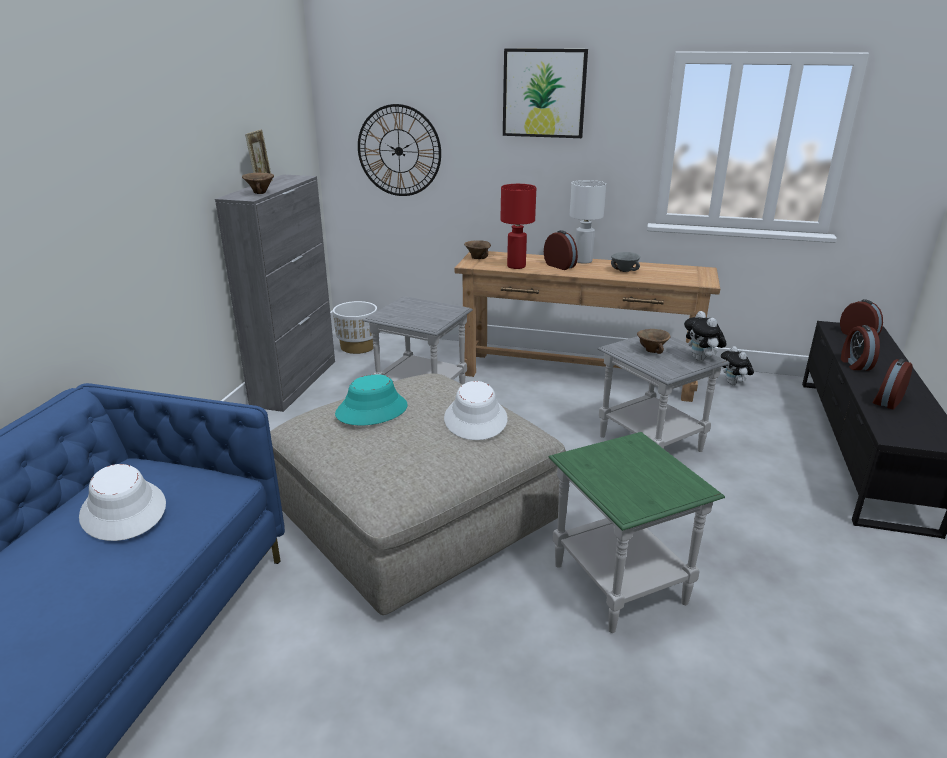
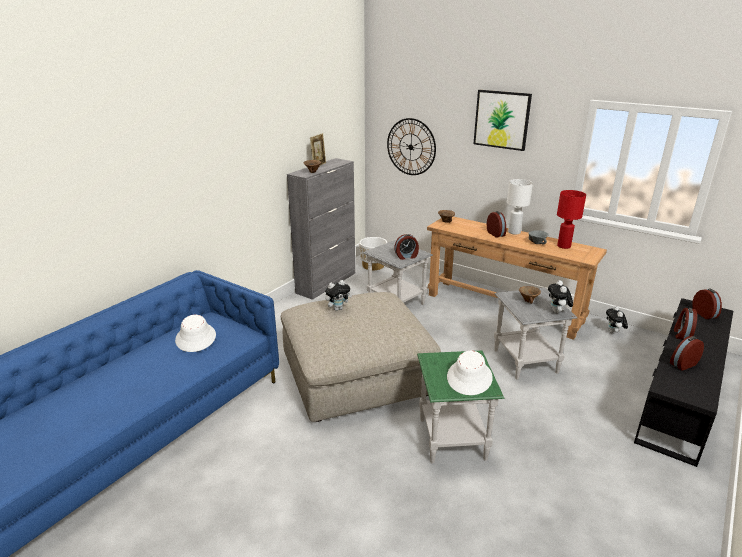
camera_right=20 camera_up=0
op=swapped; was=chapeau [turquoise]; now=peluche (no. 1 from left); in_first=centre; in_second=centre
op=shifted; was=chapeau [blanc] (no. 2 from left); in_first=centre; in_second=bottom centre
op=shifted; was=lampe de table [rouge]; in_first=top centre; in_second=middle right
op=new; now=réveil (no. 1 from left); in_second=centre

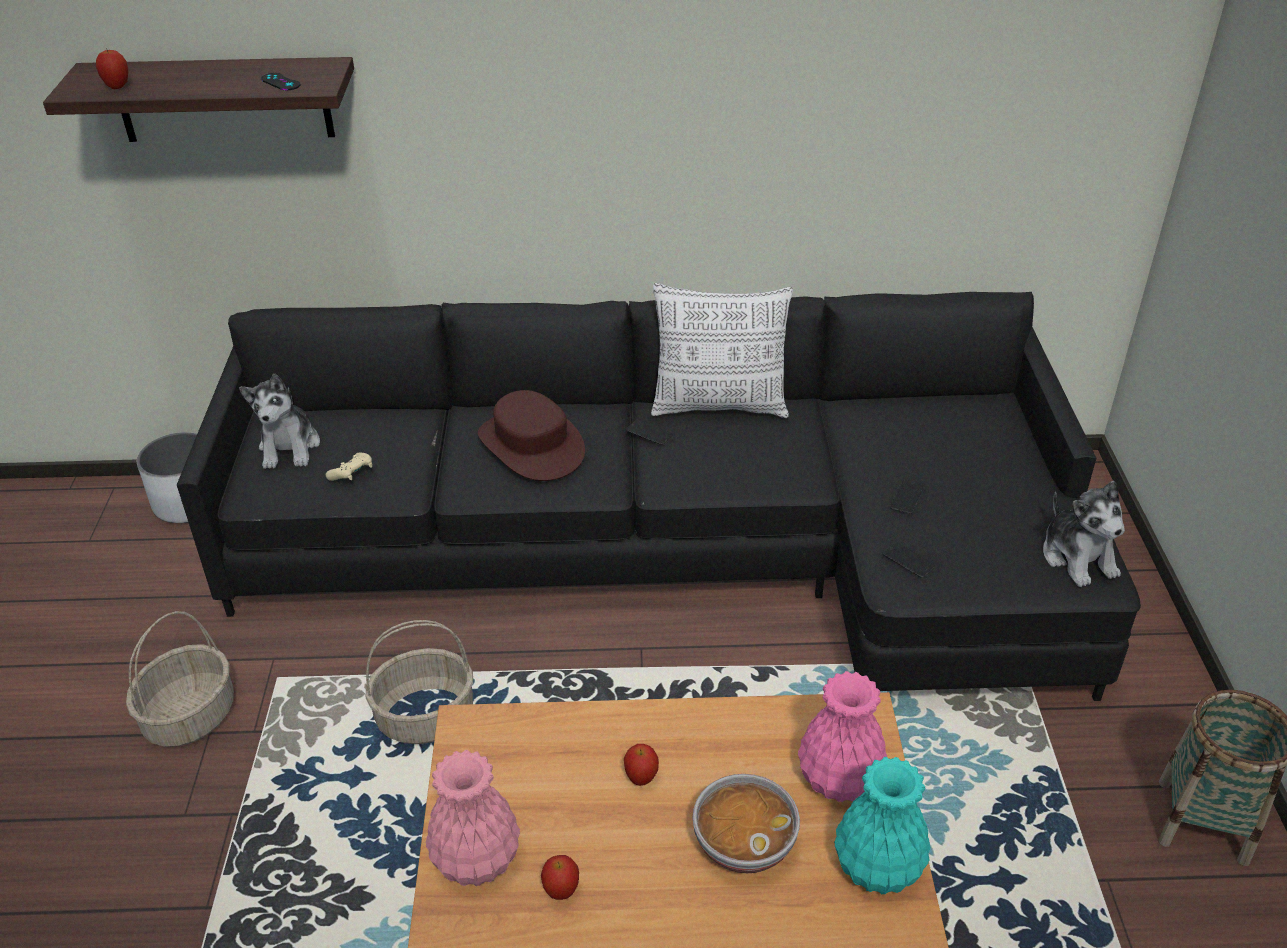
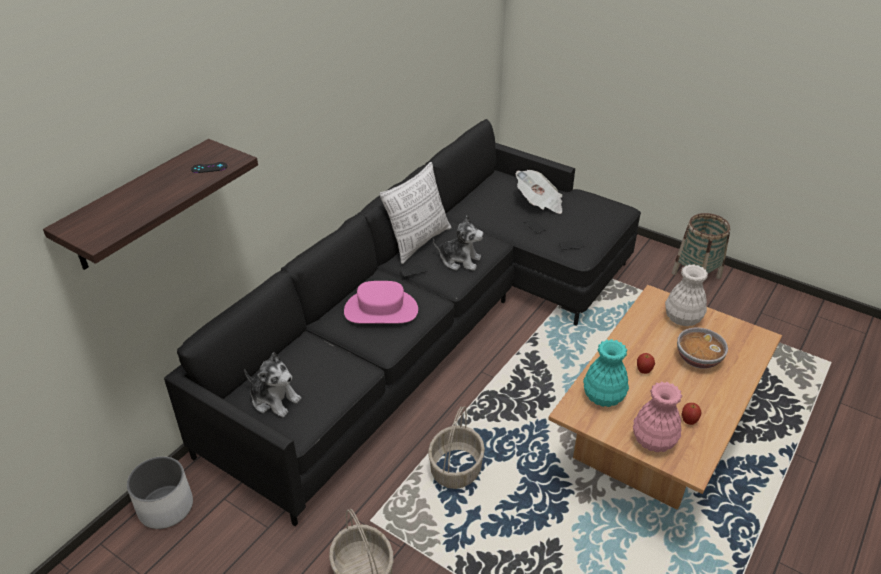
camera_right=-55 camera_up=0
op=gone; was=pomme (no. 1 from left); in_first=top left
op=gone; was=manette [beige]; in_first=middle left
op=repainted; was=chapeau [marron]; now=chapeau [rose]; in_first=centre; in_second=centre
op=repainted; was=vase [rose] (no. 2 from left); now=vase [blanc]; in_first=bottom centre; in_second=middle right
op=shifted; was=vase [turquoise]; in_first=bottom right; in_second=middle right
op=shifted; was=peluche (no. 2 from left); in_first=middle right; in_second=centre
op=new; now=journal; in_second=centre

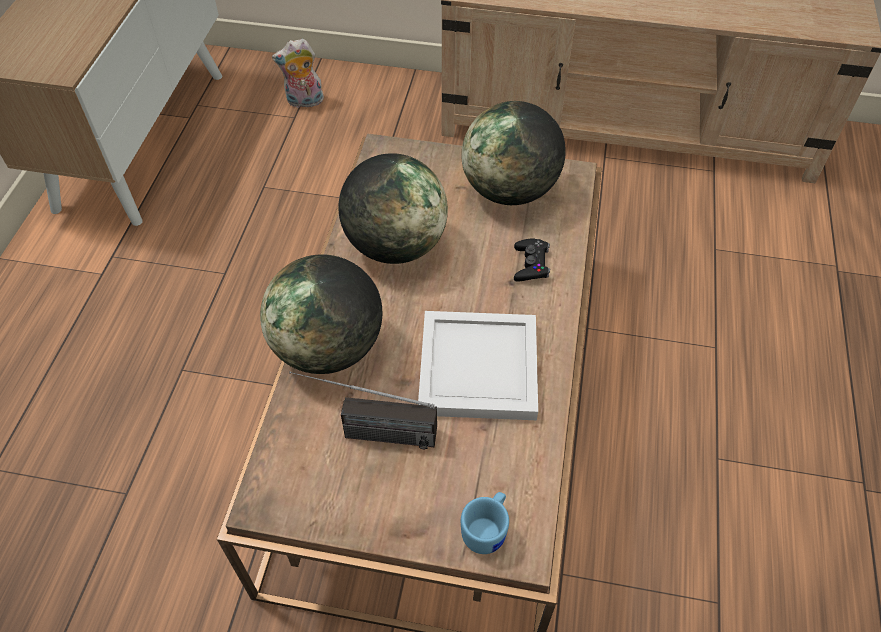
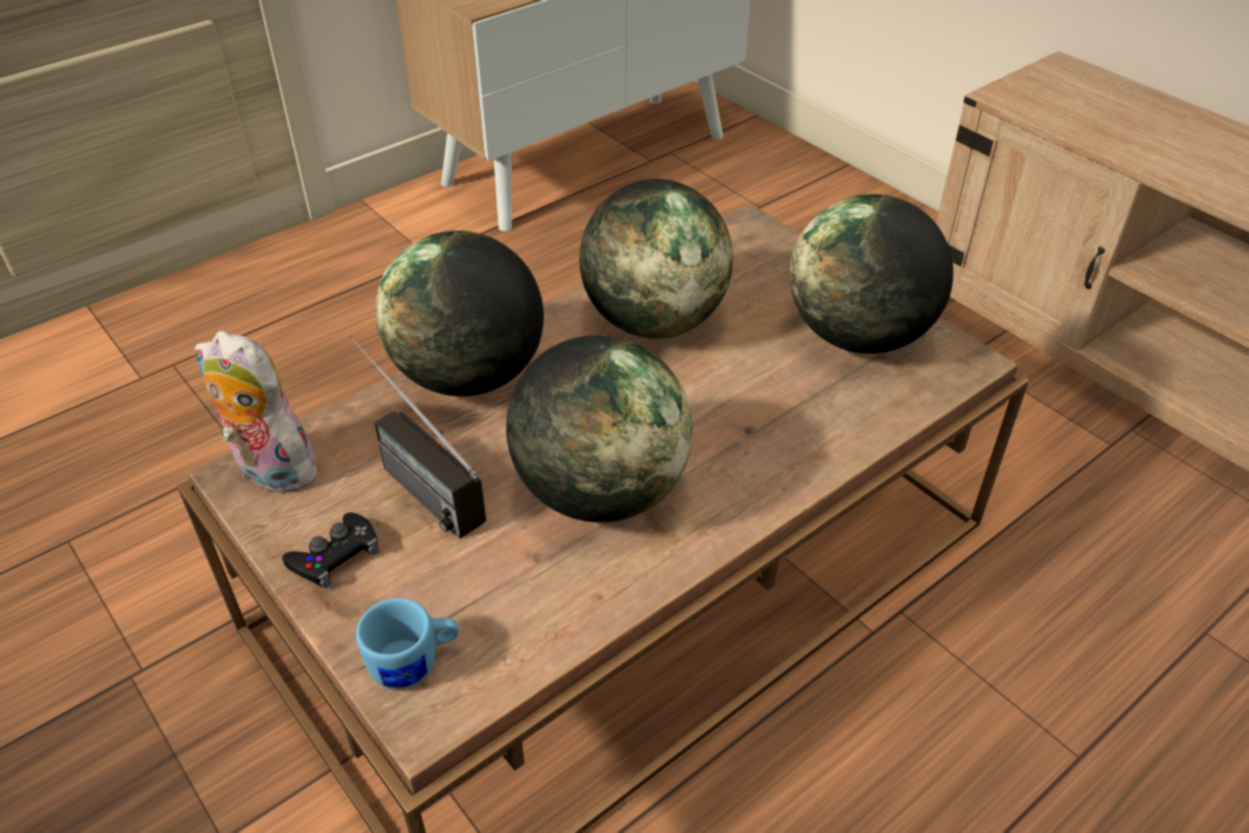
camera_right=40 camera_up=-10
op=shifted; was=peluche; in_first=top centre; in_second=middle left
op=swapped; was=plateau [blanc]; now=globe (no. 2 from left); in_first=centre; in_second=centre
op=shifted; was=manette [noir]; in_first=centre; in_second=middle left

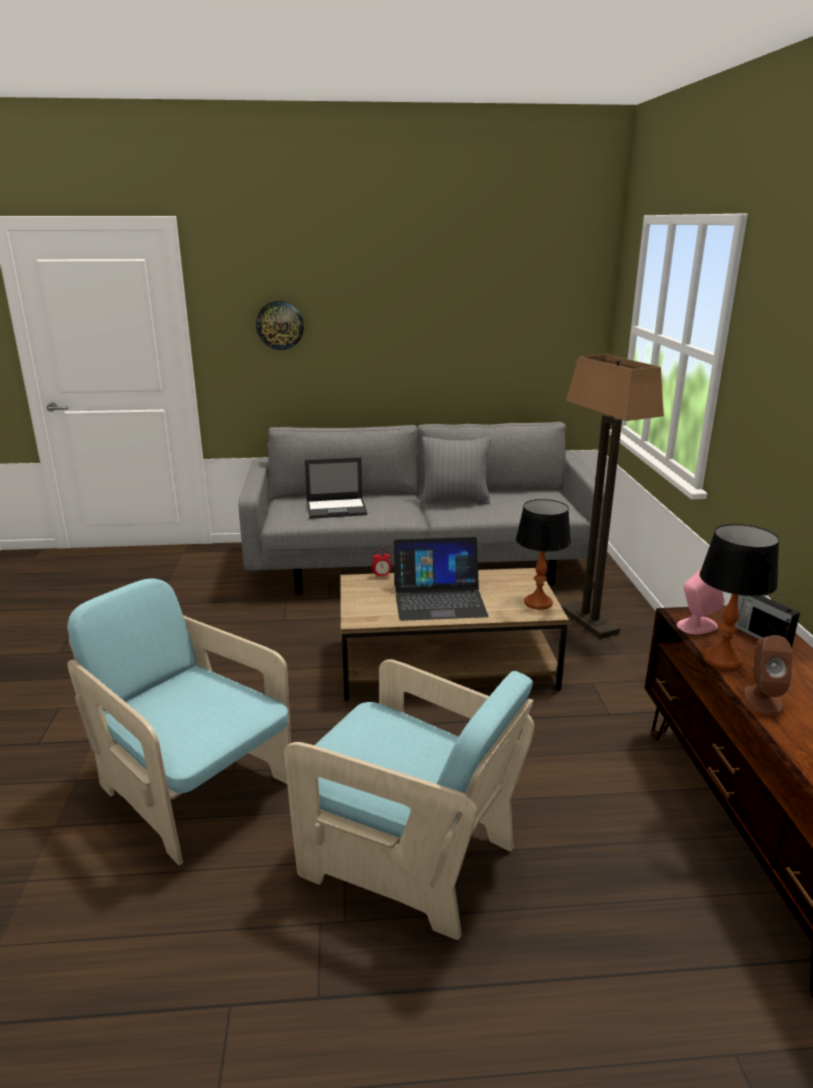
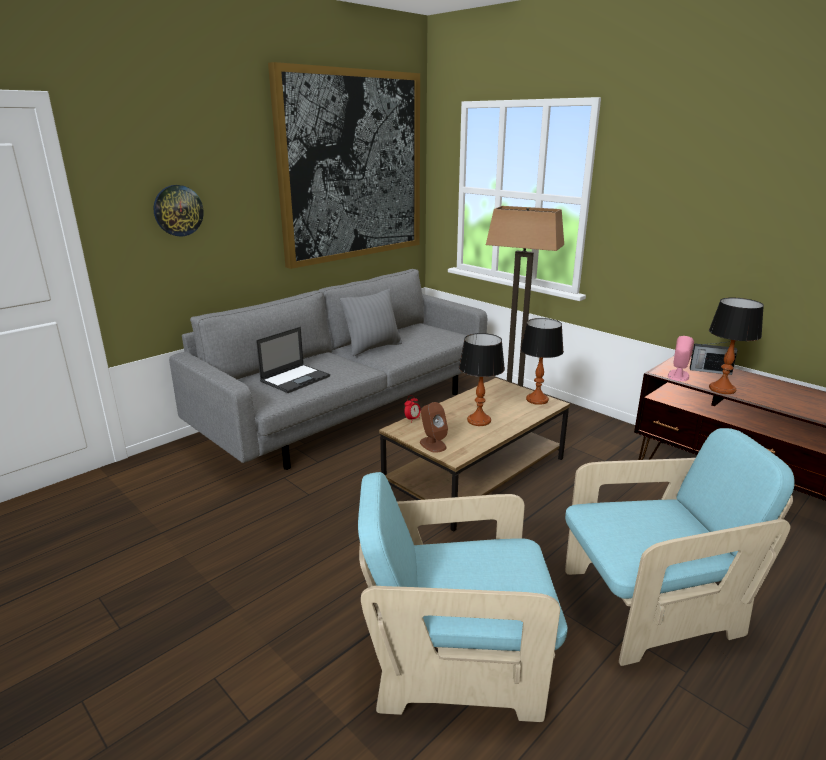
camera_right=-40 camera_up=0
op=swapped; was=ordinateur portable (no. 2 from left); now=lampe de table (no. 1 from left); in_first=centre; in_second=centre
op=shifted; was=enceinte [marron]; in_first=middle right; in_second=centre
op=new; now=tableau; in_second=top centre

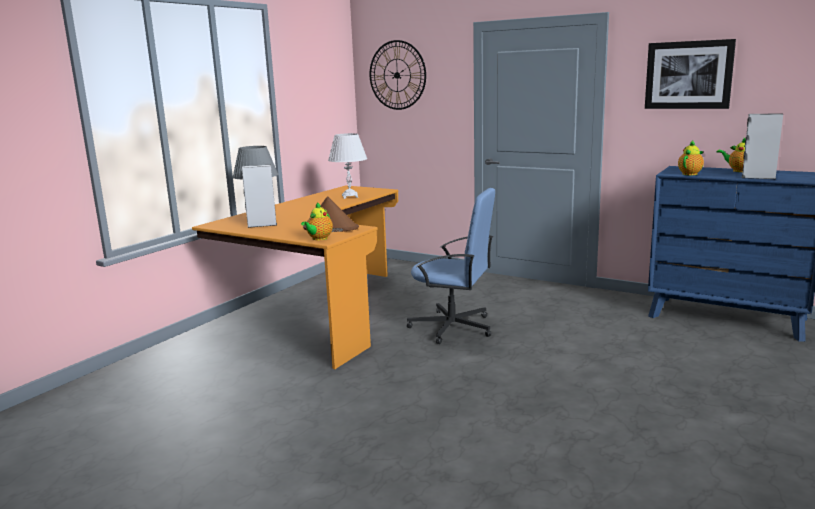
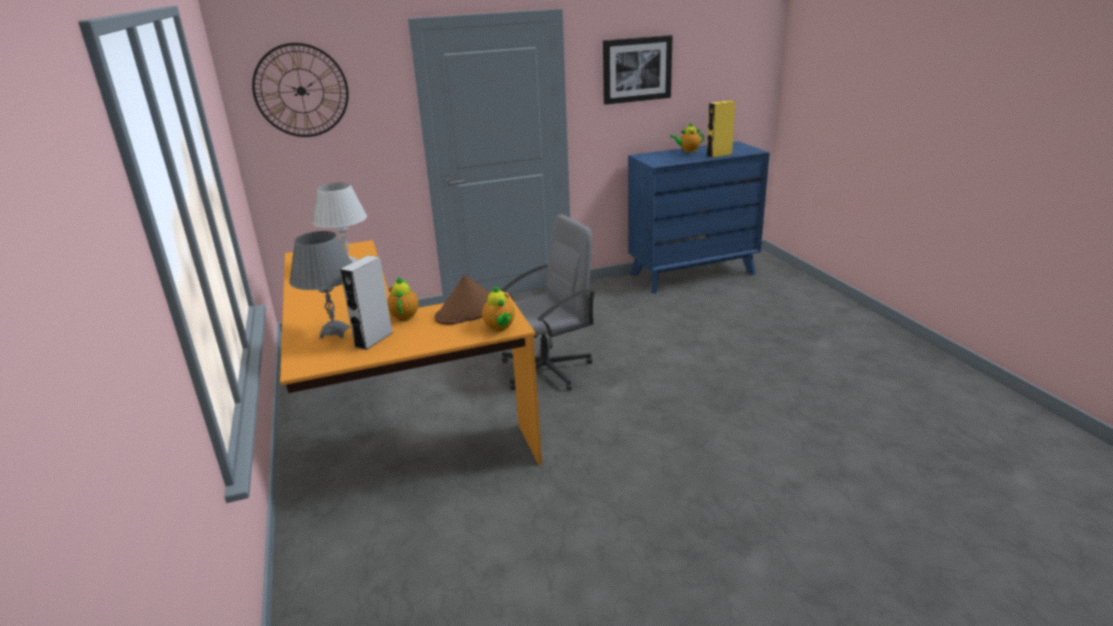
camera_right=-50 camera_up=10
op=repainted; was=chaise de bureau [bleu]; now=chaise de bureau [gris]; in_first=centre; in_second=centre
op=shifted; was=théière (no. 2 from left in the first image); now=théière (no. 1 from left); in_first=top right; in_second=centre
op=repainted; was=enceinte [gris] (no. 2 from left); now=enceinte [jaune]; in_first=top right; in_second=top centre

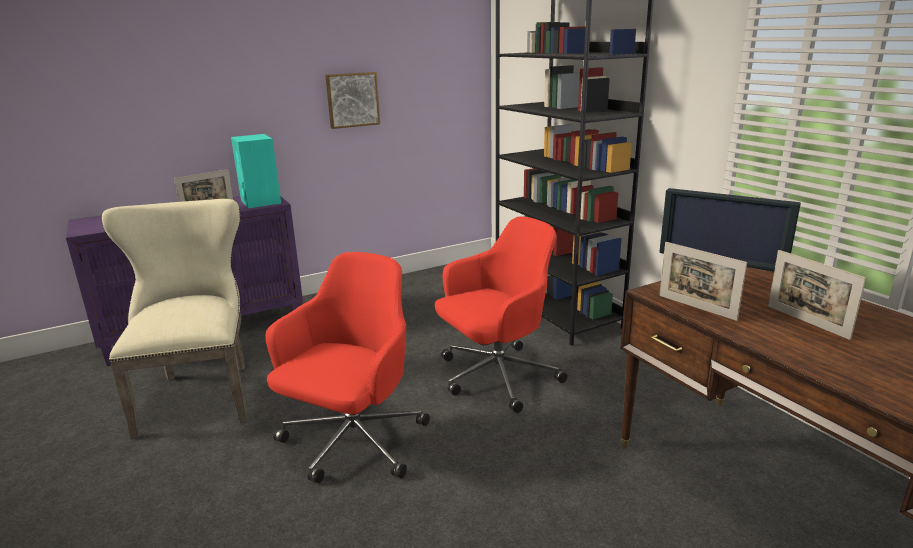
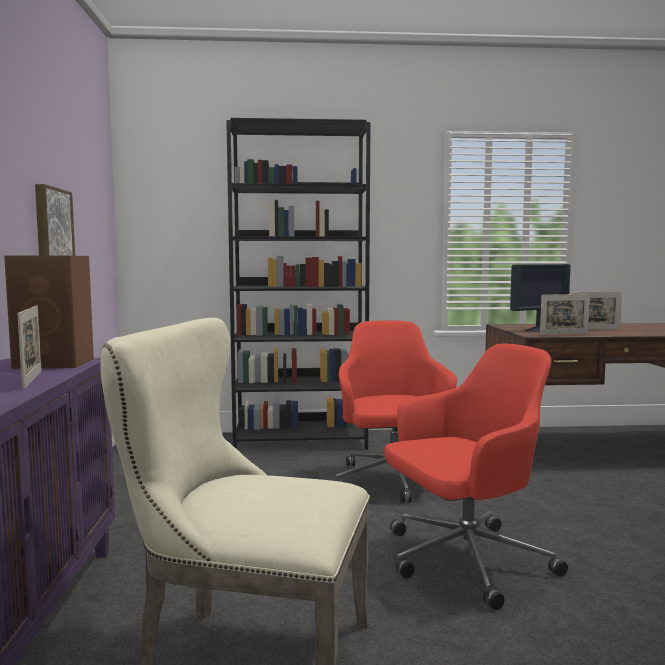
camera_right=-65 camera_up=-15
op=repainted; was=enceinte [turquoise]; now=enceinte [marron]; in_first=top left; in_second=middle left
op=rotated; was=chaise de bureau [rouge] (no. 1 from left in the first image); in_first=bottom centre; in_second=bottom right; clockwise=105

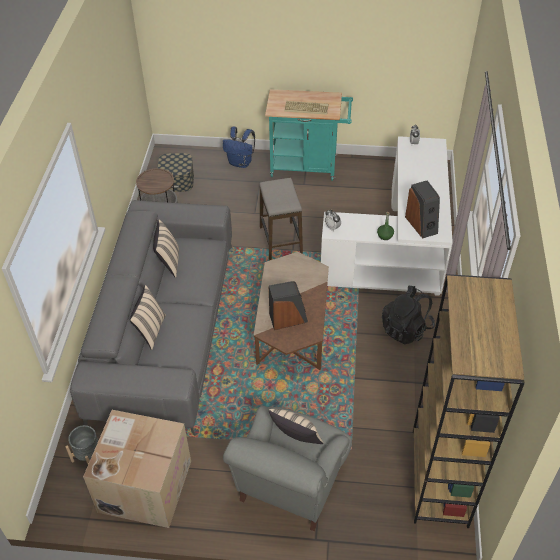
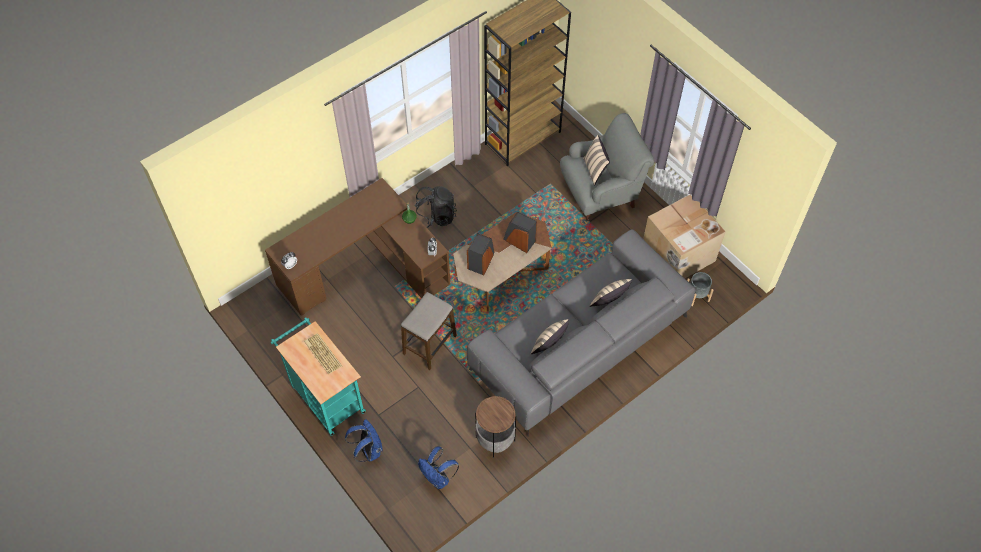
camera_right=-135 camera_up=10
op=swapped; was=boîte de rangement; now=sac à dos [bleu] (no. 2 from left); in_first=top left; in_second=bottom centre
op=repainted; was=bureau [blanc]; now=bureau [marron]; in_first=middle right; in_second=centre
op=shifted; was=enceinte (no. 2 from left in the first image); now=enceinte (no. 1 from left); in_first=middle right; in_second=centre

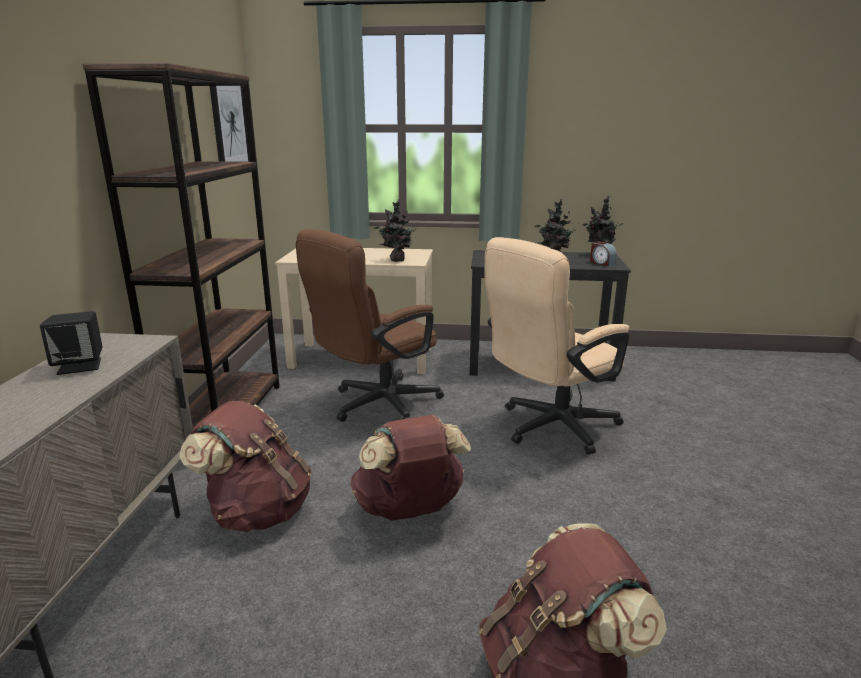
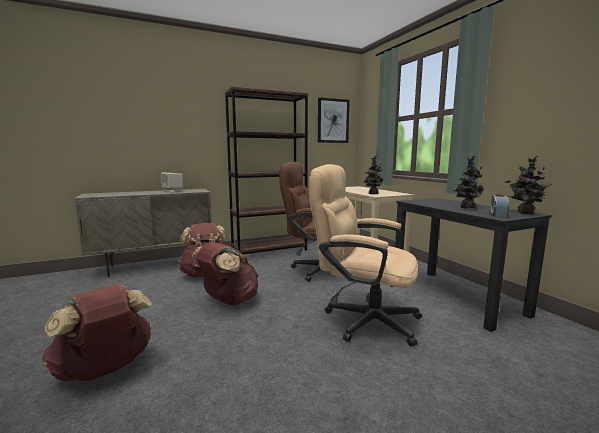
camera_right=60 camera_up=-10
op=repainted; was=enceinte [noir]; now=enceinte [beige]; in_first=middle left; in_second=middle left

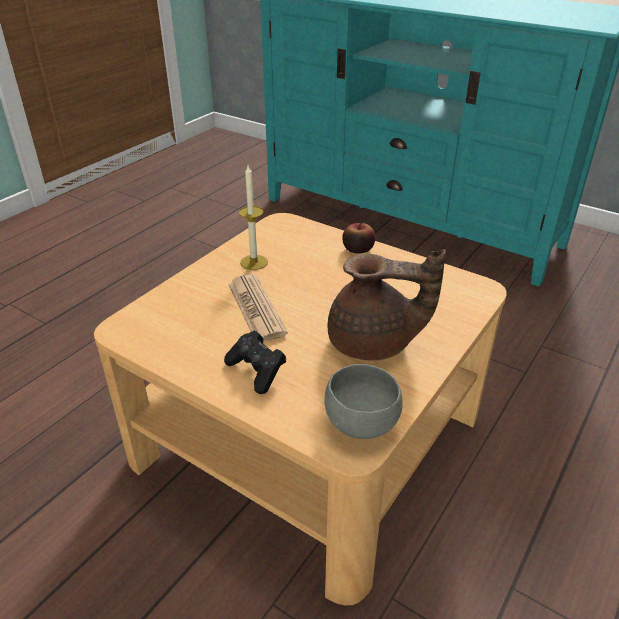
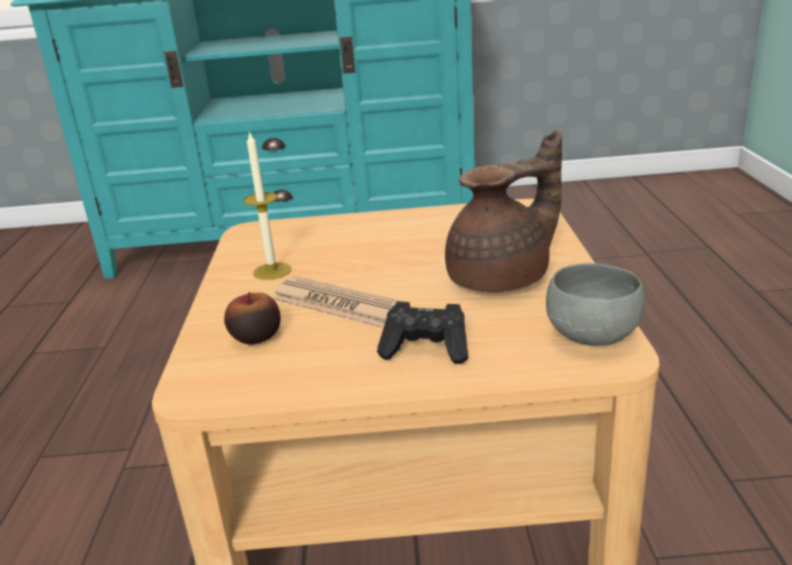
camera_right=-35 camera_up=-10
op=shifted; was=pomme; in_first=centre; in_second=middle left

